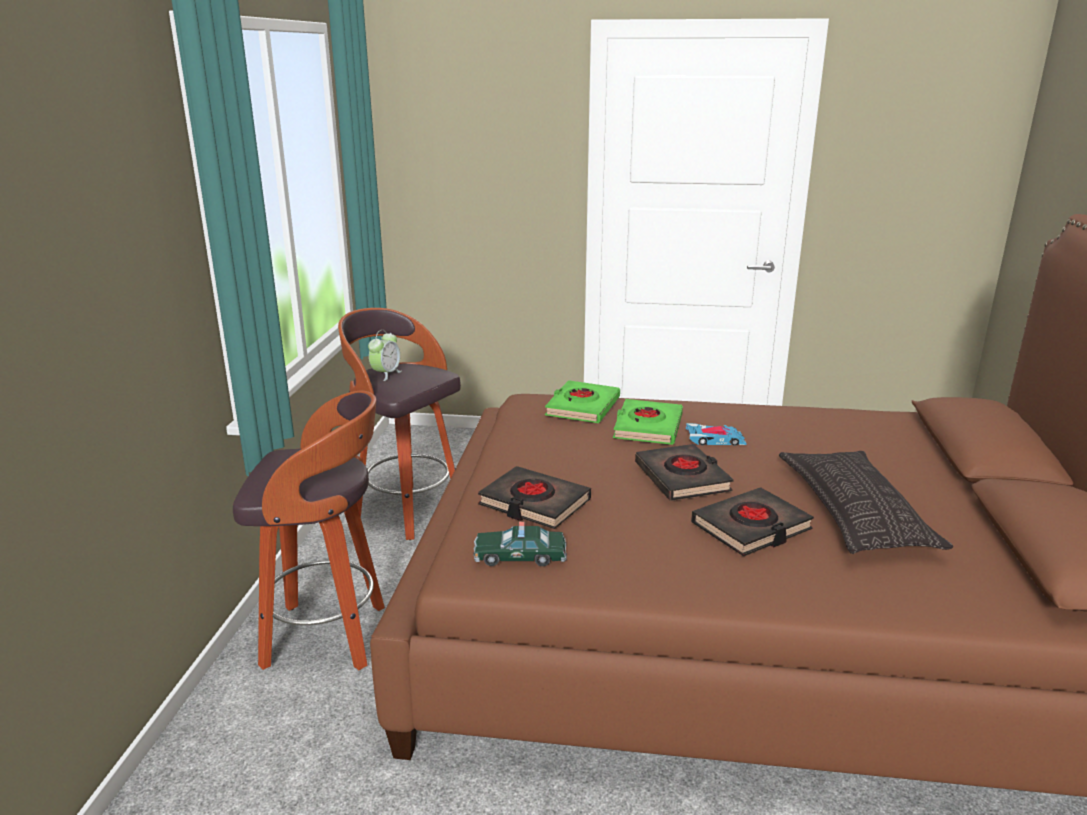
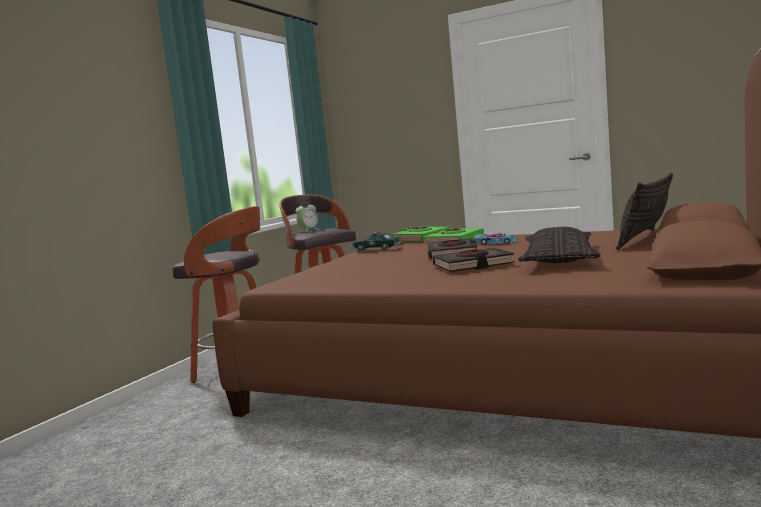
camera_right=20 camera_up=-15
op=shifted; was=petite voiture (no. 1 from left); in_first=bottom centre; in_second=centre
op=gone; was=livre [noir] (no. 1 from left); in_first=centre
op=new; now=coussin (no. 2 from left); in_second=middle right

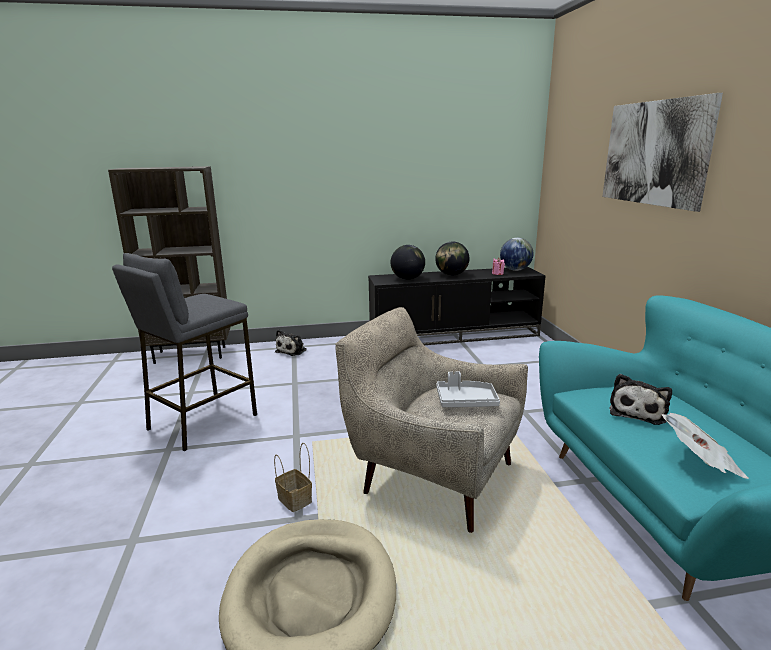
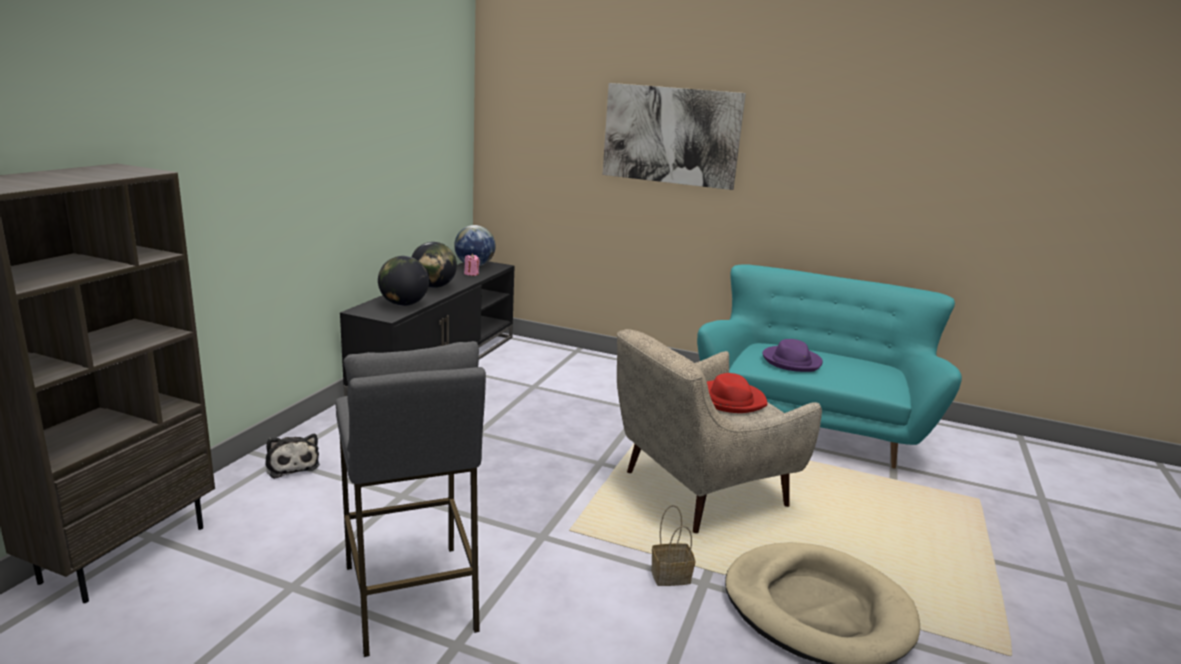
camera_right=-60 camera_up=0
op=swapped; was=plateau [gris]; now=chapeau [rouge]; in_first=centre; in_second=centre
op=swapped; was=peluche (no. 2 from left); now=chapeau [violet]; in_first=middle right; in_second=middle right
op=gone; was=journal; in_first=bottom right

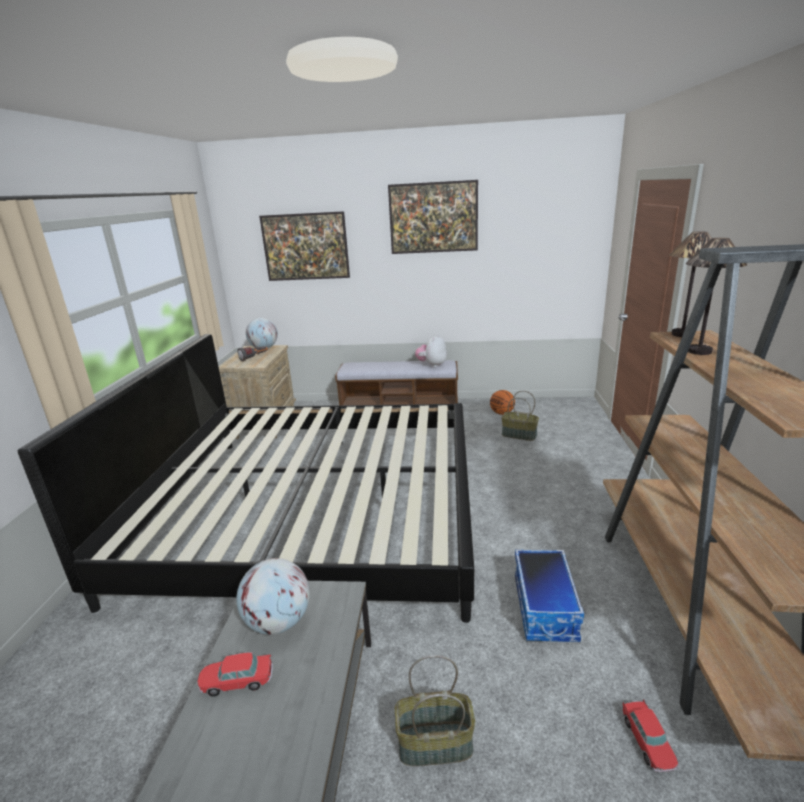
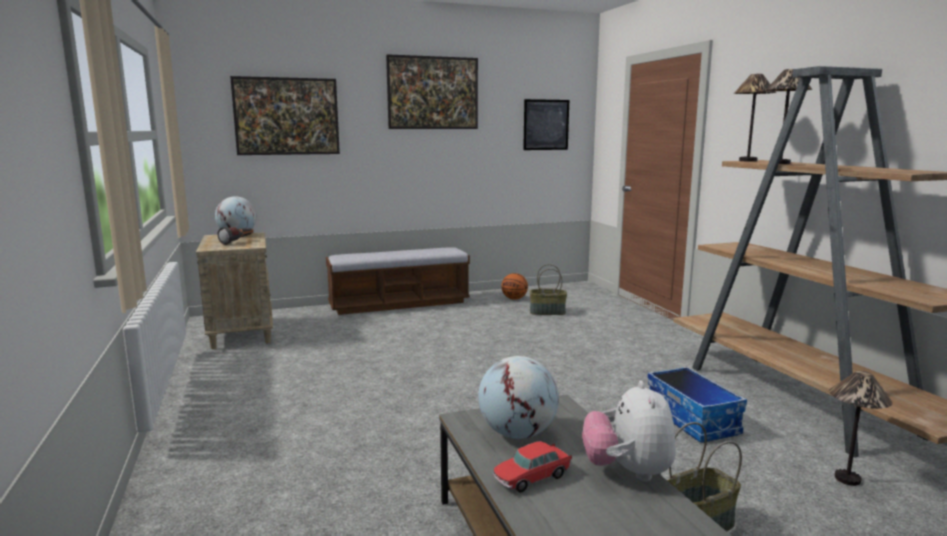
camera_right=-25 camera_up=-10
op=gone; was=lit; in_first=middle left
op=shifted; was=peluche; in_first=centre; in_second=bottom centre
op=swapped; was=petite voiture (no. 2 from left); now=lampe de table (no. 3 from left); in_first=bottom right; in_second=bottom right
op=new; now=tableau (no. 3 from left); in_second=top centre

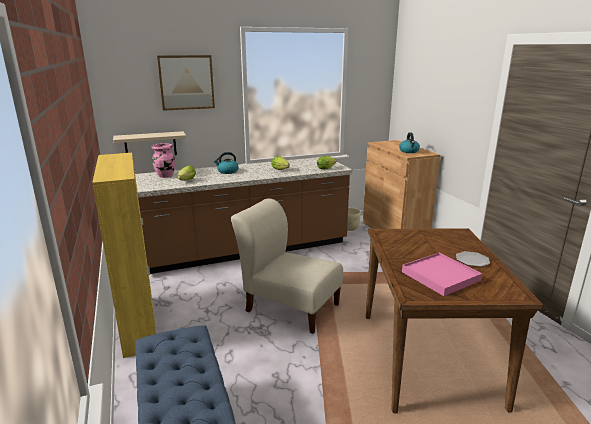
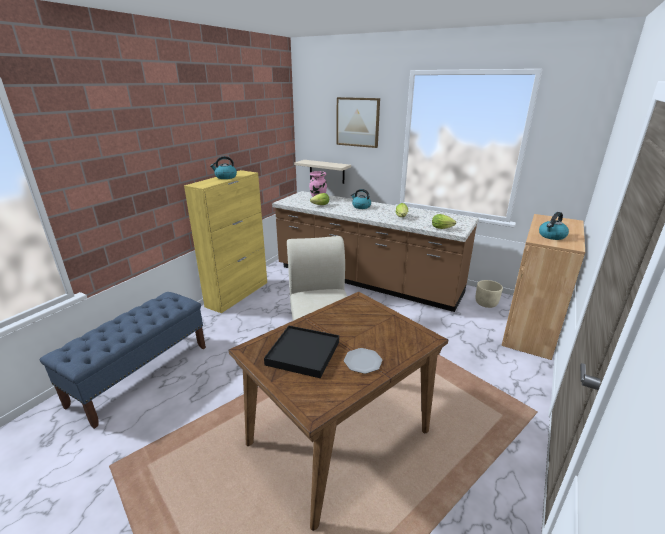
camera_right=50 camera_up=5
op=repainted; was=plateau [rose]; now=plateau [noir]; in_first=middle right; in_second=centre
op=new; now=bouilloire (no. 1 from left); in_second=top centre

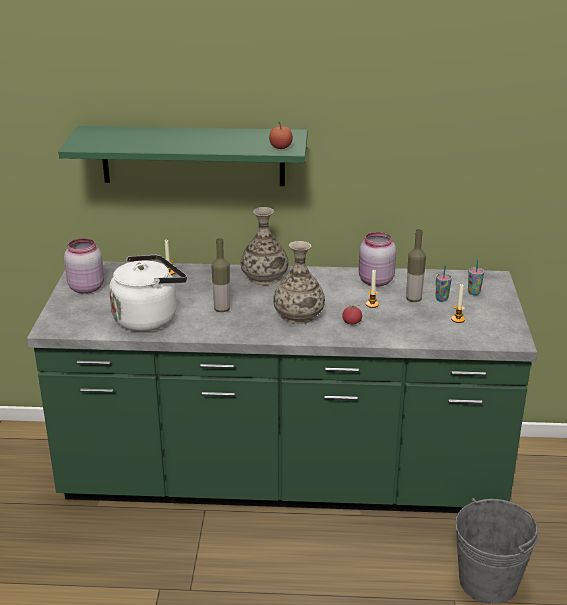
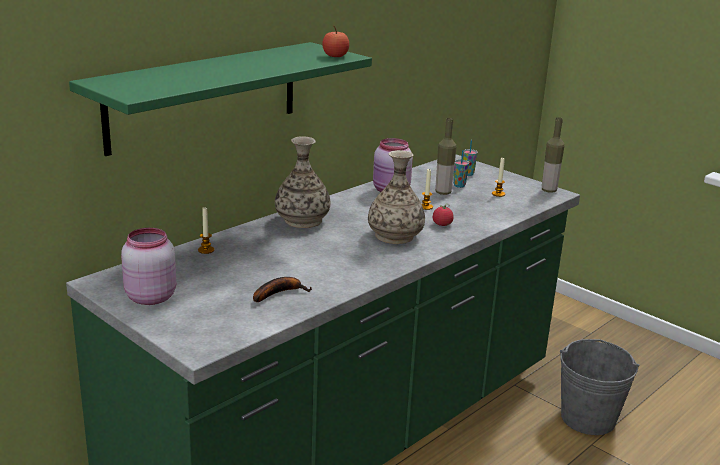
camera_right=-50 camera_up=-5
op=swapped; was=bouilloire [blanc]; now=banane; in_first=middle left; in_second=centre
op=shifted; was=bouteille (no. 1 from left in the first image); now=bouteille (no. 2 from left); in_first=centre; in_second=middle right

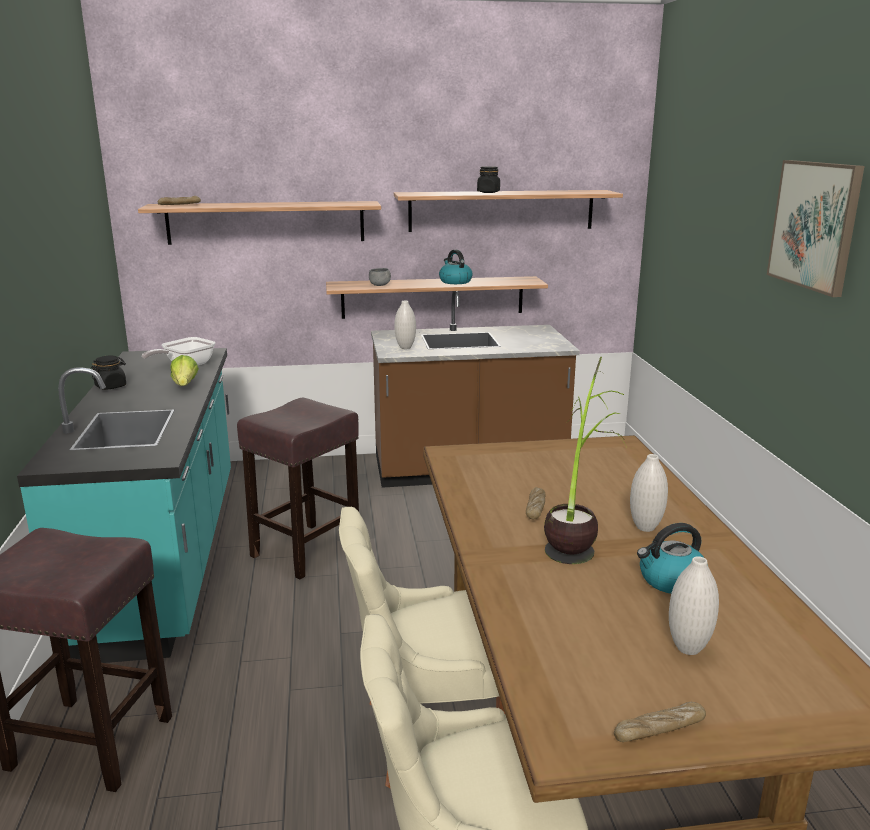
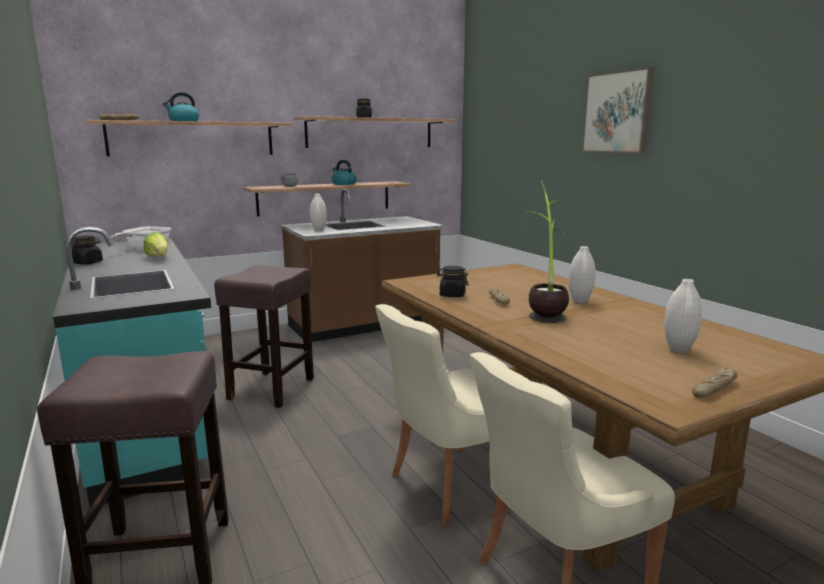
camera_right=-20 camera_up=-5
op=shifted; was=bouilloire (no. 2 from left in the first image); now=bouilloire (no. 1 from left); in_first=bottom right; in_second=top left
op=new; now=bocal [noir] (no. 3 from left); in_second=centre

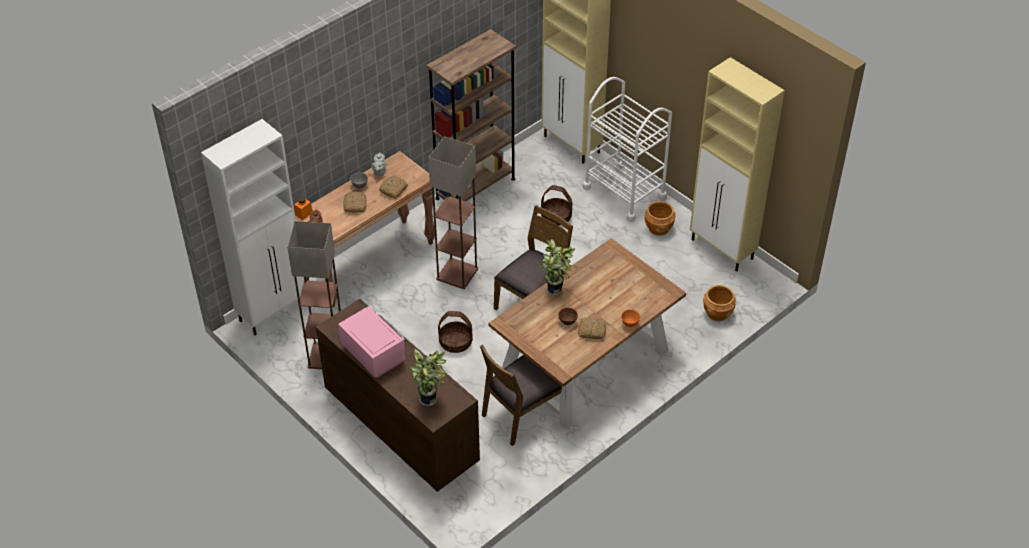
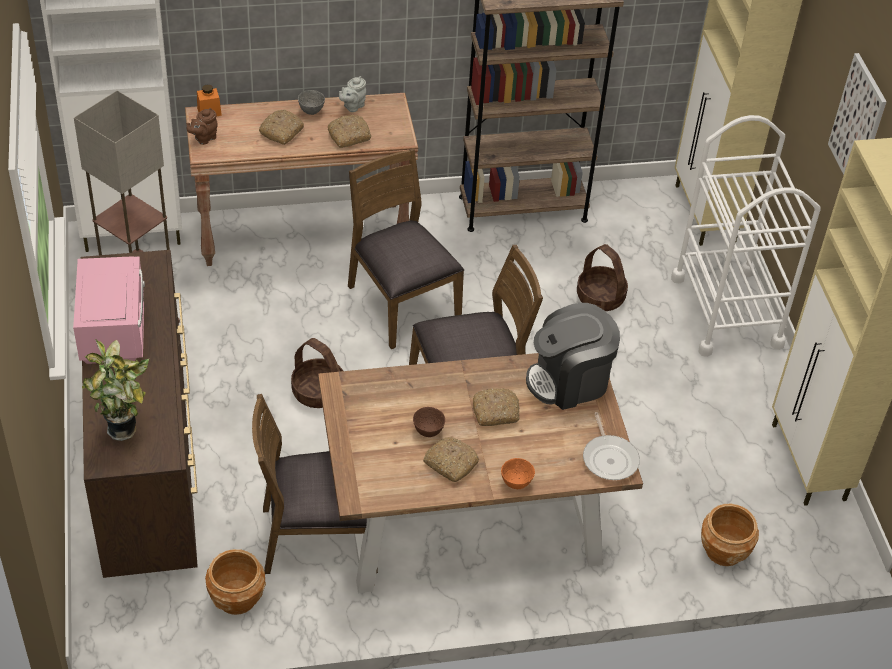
camera_right=30 camera_up=0
op=swapped; was=lampadaire (no. 2 from left); now=chaise [marron] (no. 2 from left); in_first=centre; in_second=centre
op=gone; was=plante en pot (no. 2 from left); in_first=centre
op=shifted; was=cache-pot [marron] (no. 1 from left); in_first=centre; in_second=bottom left
op=new; now=pain (no. 4 from left); in_second=centre
op=new; now=machine à café; in_second=centre
op=new; now=poêle; in_second=bottom right
op=new; now=tableau; in_second=top right

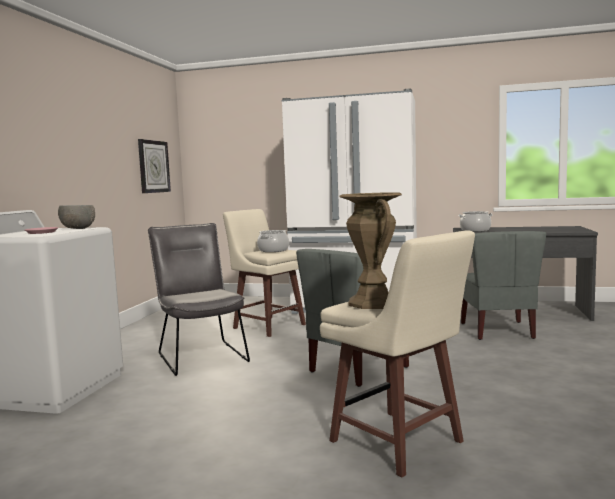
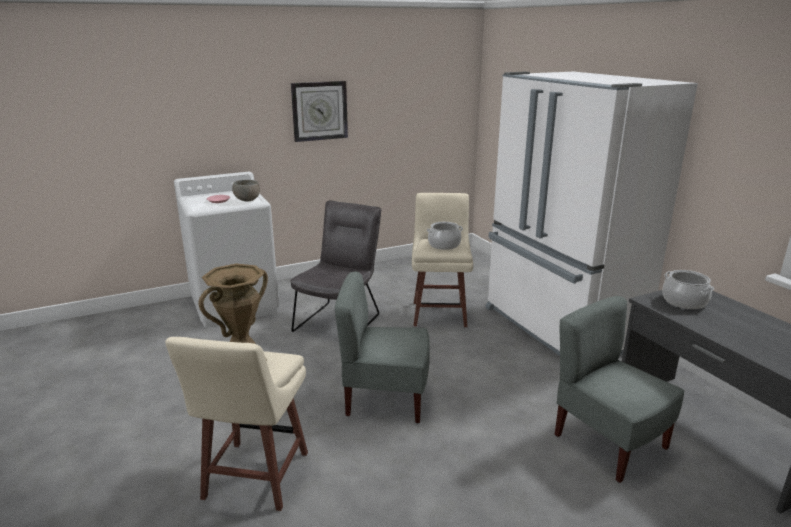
camera_right=50 camera_up=15
op=shifted; was=horloge murale; in_first=top left; in_second=top centre
op=rotated; was=chaise [gris] (no. 3 from left); in_first=middle right; in_second=bottom right; clockwise=90

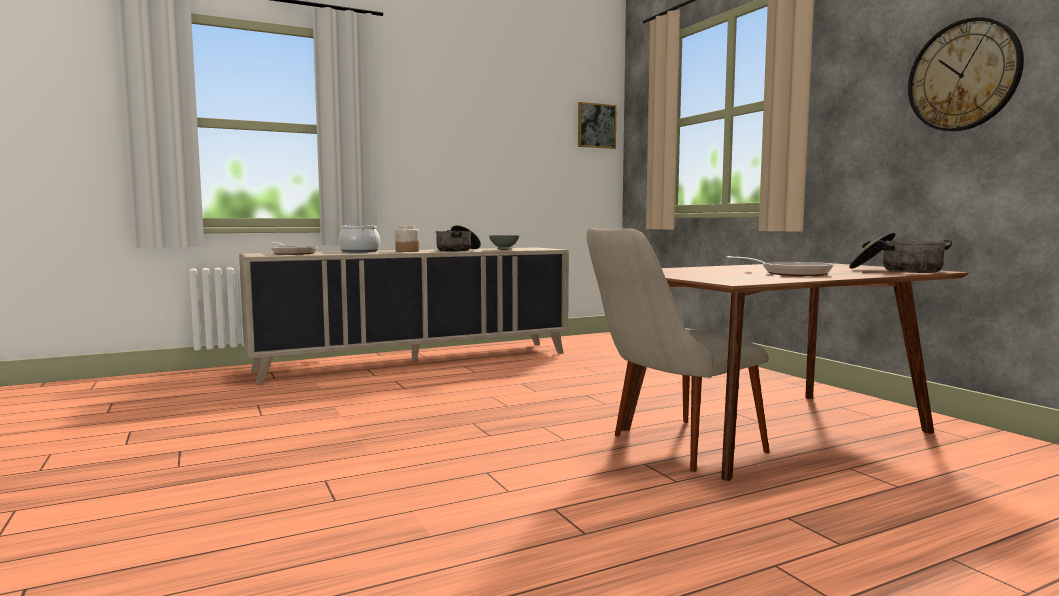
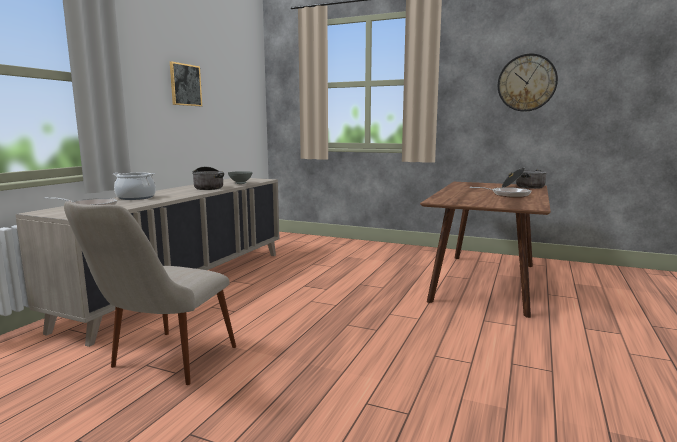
camera_right=-40 camera_up=5
op=gone; was=bocal; in_first=centre
op=shifted; was=tableau; in_first=top centre; in_second=top left
op=shifted; was=chaise [beige]; in_first=centre; in_second=middle left

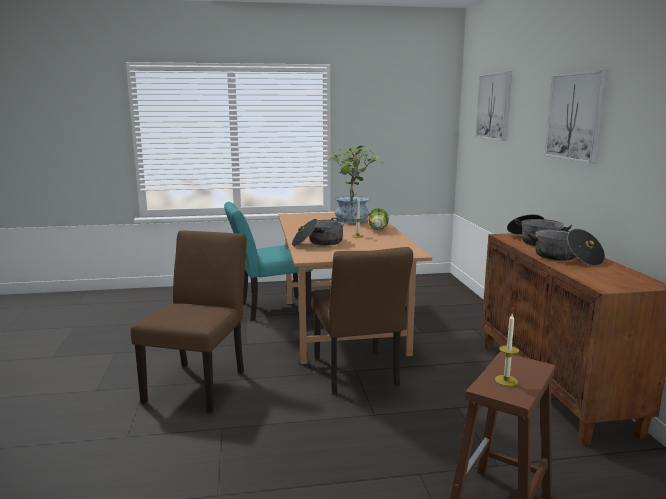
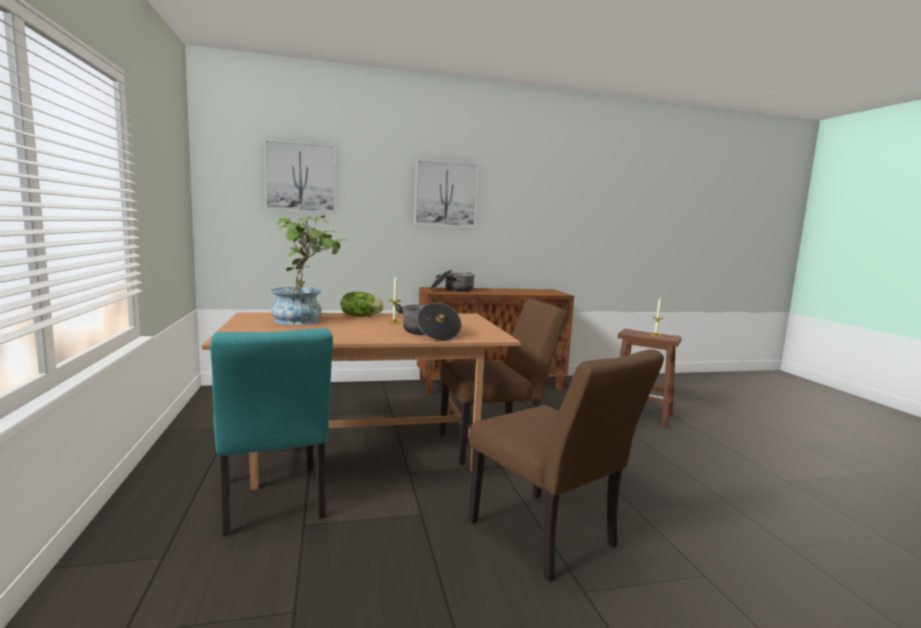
camera_right=-95 camera_up=-5
op=rotated; was=chaise [marron] (no. 1 from left in the first image); in_first=middle left; in_second=bottom centre; clockwise=-135
op=gone; was=marmite (no. 3 from left); in_first=middle right

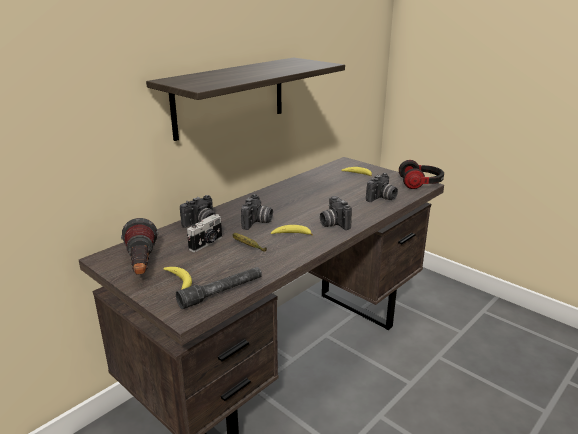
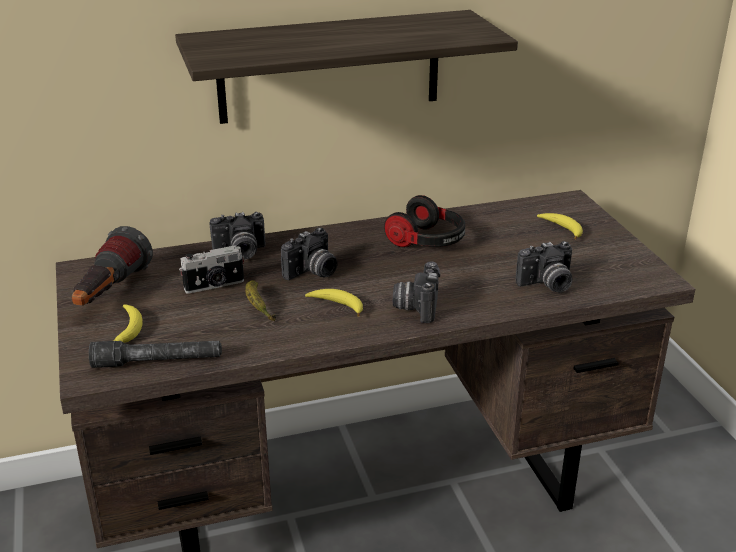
camera_right=30 camera_up=5
op=shifted; was=casque audio; in_first=middle right; in_second=centre

